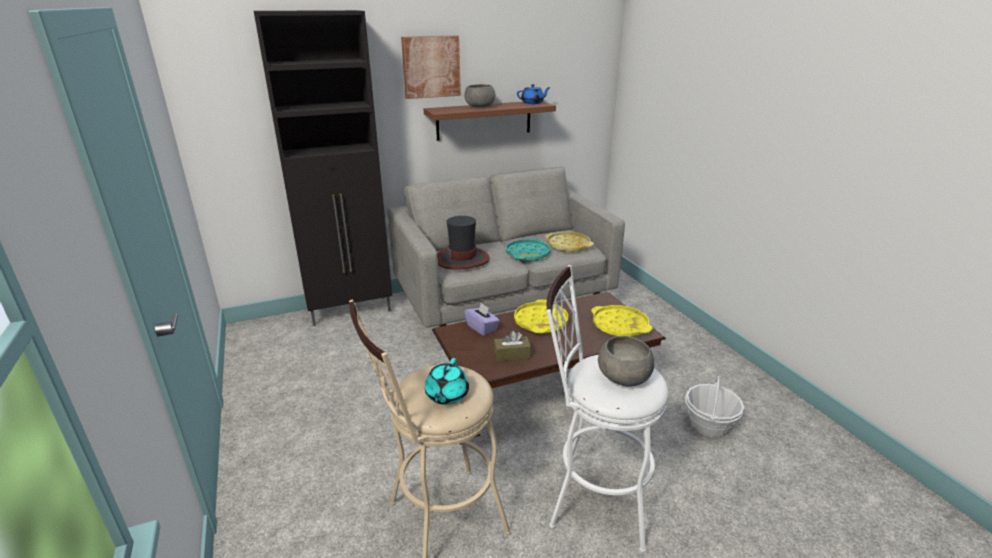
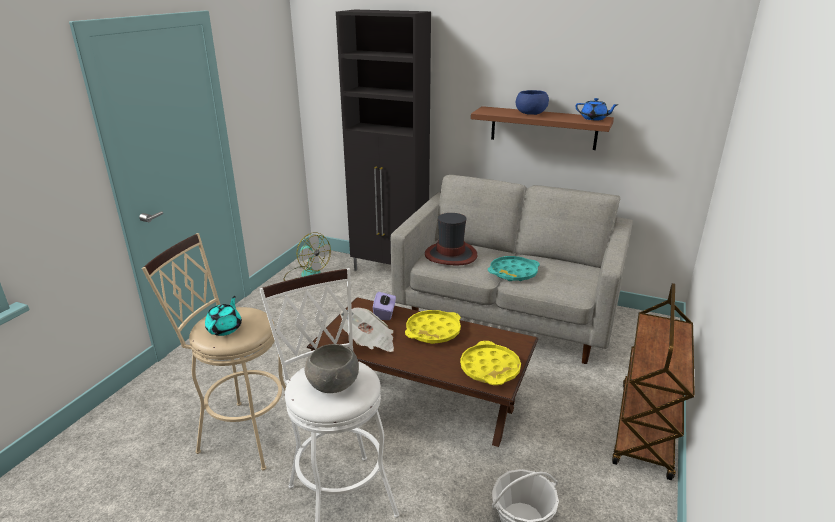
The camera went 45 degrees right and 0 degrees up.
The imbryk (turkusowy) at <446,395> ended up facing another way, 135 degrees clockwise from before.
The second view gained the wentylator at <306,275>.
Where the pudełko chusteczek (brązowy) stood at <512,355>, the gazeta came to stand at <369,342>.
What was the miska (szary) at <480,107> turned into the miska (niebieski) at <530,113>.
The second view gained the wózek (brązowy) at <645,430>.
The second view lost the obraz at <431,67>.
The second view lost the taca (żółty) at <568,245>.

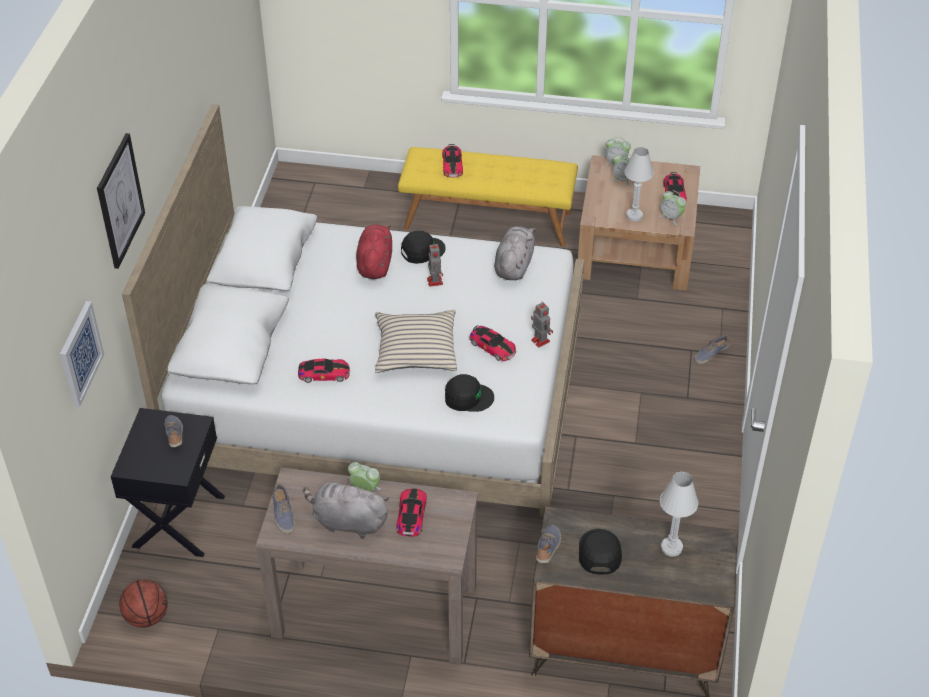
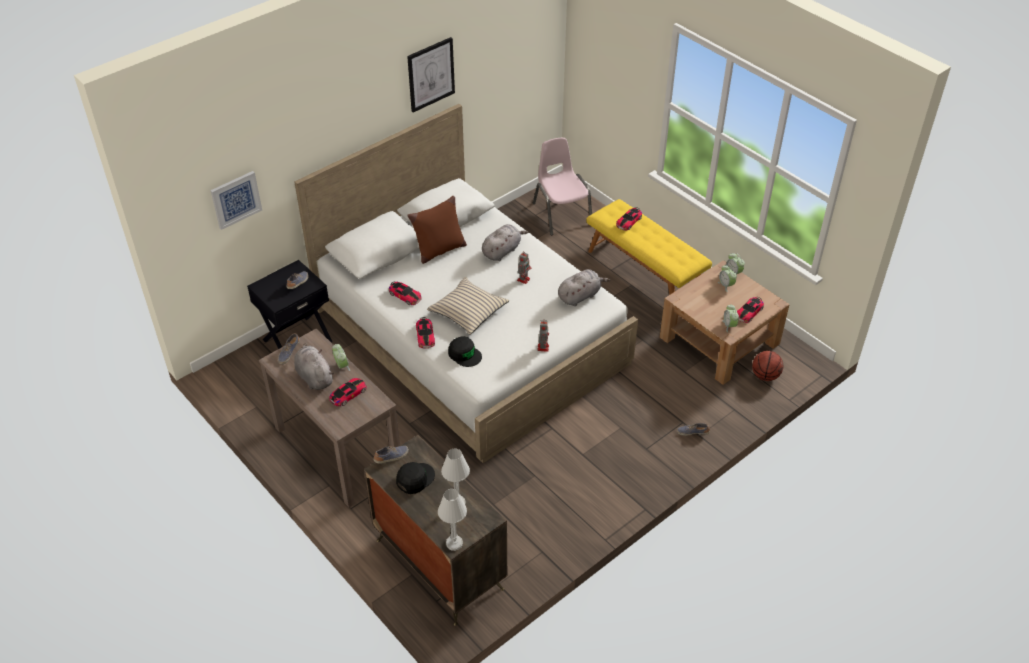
The camera went 40 degrees right and 0 degrees up.
The obraz ended up elsewhere, having gone from <120,201> to <431,74>.
The second view gained the poduszka (brązowy) at <439,250>.
The samochodzik ended up elsewhere, having gone from <492,347> to <425,336>.
The lampa stołowa (biały) ended up elsewhere, having gone from <634,215> to <454,543>.
What was the pluszak (czerwony) at <375,263> turned into the pluszak (szary) at <502,251>.
The second view gained the krzesło (różowy) at <561,214>.
The piłka do koszykówki ended up elsewhere, having gone from <147,616> to <765,375>.
The second view lost the czapka z daszkiem (czarny) at <422,250>.

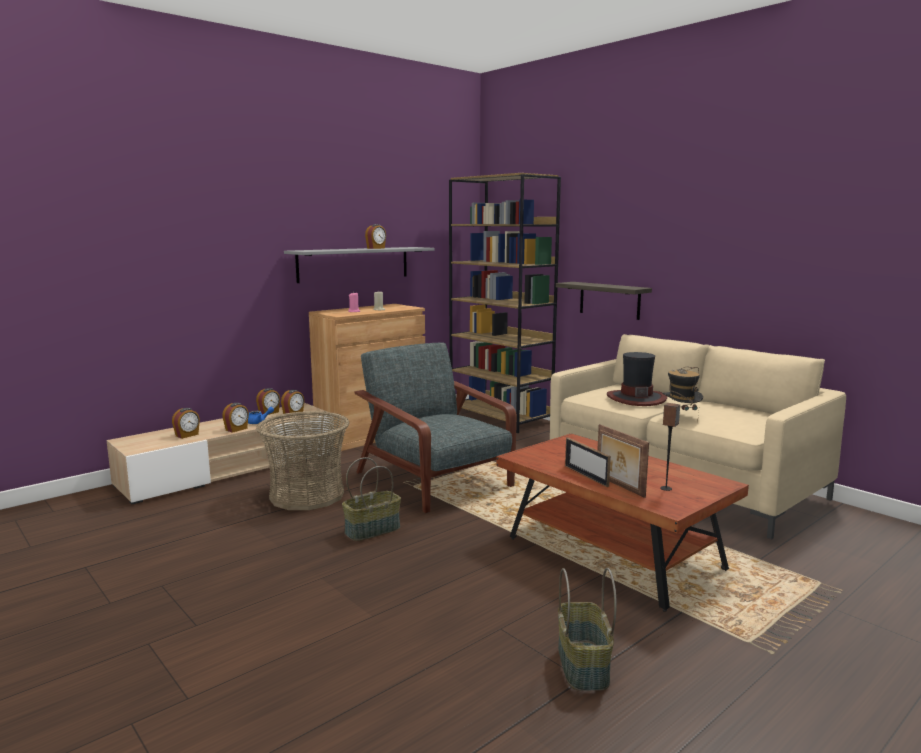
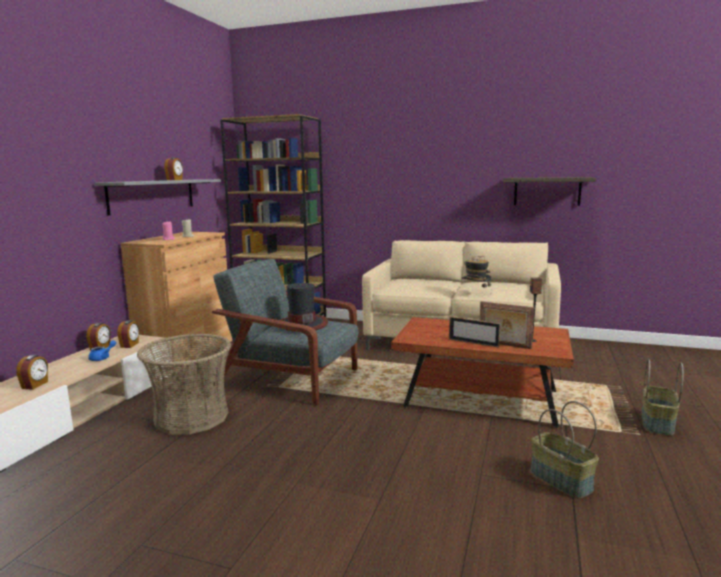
The camera went 30 degrees left and 0 degrees up.
The kapelusz ended up elsewhere, having gone from <636,398> to <301,324>.
The półka ended up elsewhere, having gone from <609,300> to <547,191>.
The koszyk ended up elsewhere, having gone from <372,530> to <656,423>.
The second view lost the budzik at <236,429>.

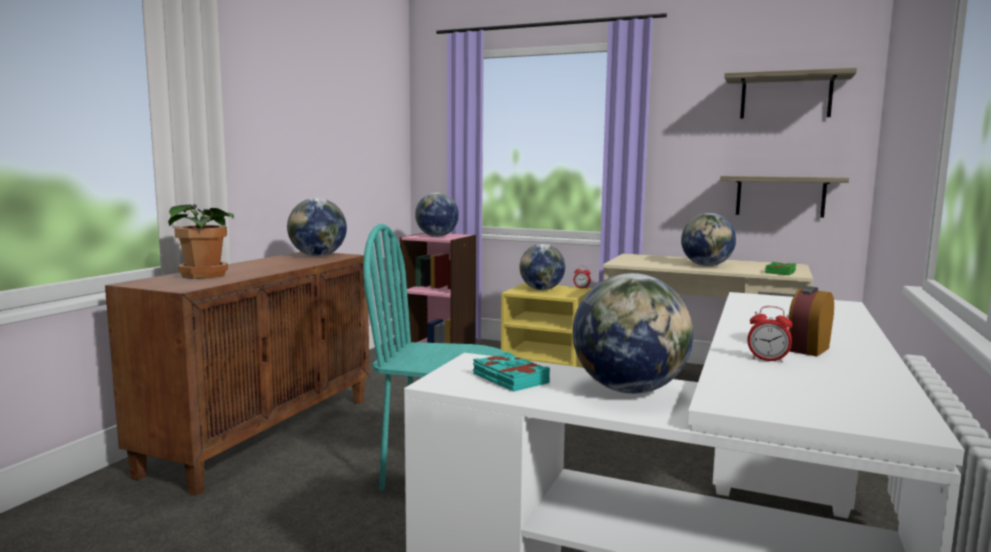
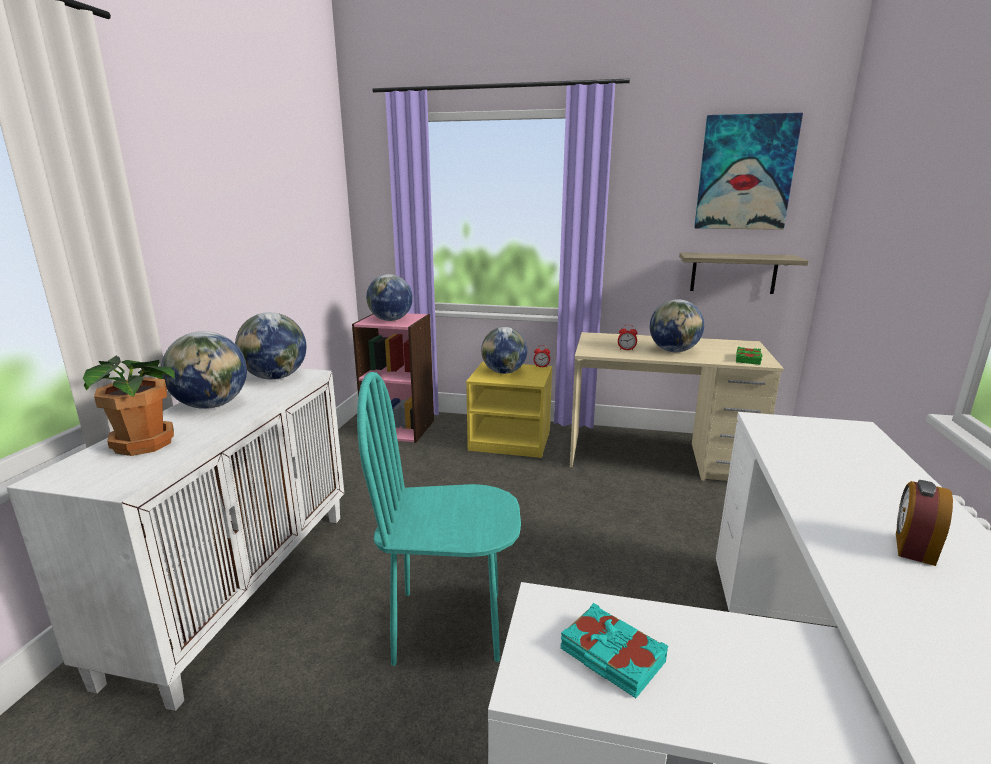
The camera went 10 degrees left and 10 degrees up.
What was the szafka (brązowy) at <264,433> turned into the szafka (biały) at <239,586>.
The globus ended up elsewhere, having gone from <629,390> to <212,405>.
The budzik ended up elsewhere, having gone from <767,360> to <626,349>.
Where the półka hung at <785,97>, the obraz came to hang at <745,173>.

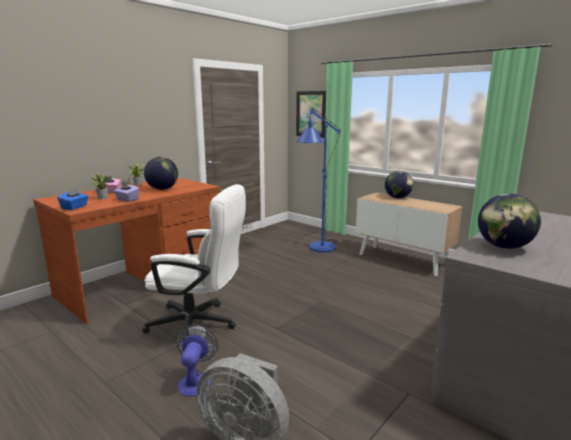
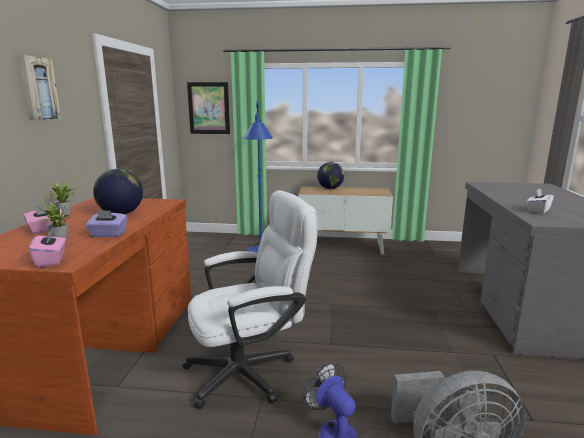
The camera went 35 degrees left and 0 degrees up.
The second view gained the obraz at <38,88>.
What was the pudełko chusteczek (niebieski) at <74,207> turned into the pudełko chusteczek (różowy) at <51,260>.
Where the globus stood at <503,247>, the pudełko chusteczek (biały) came to stand at <538,210>.

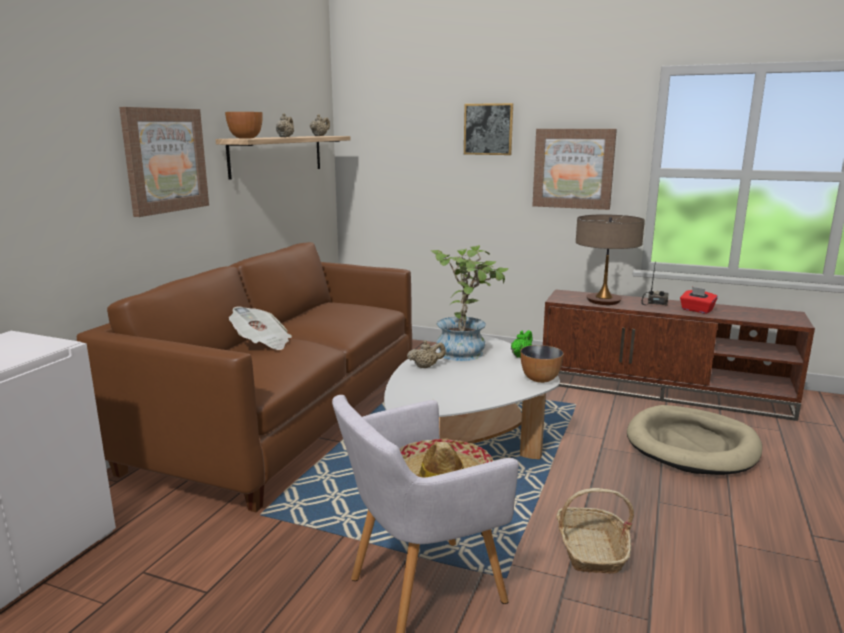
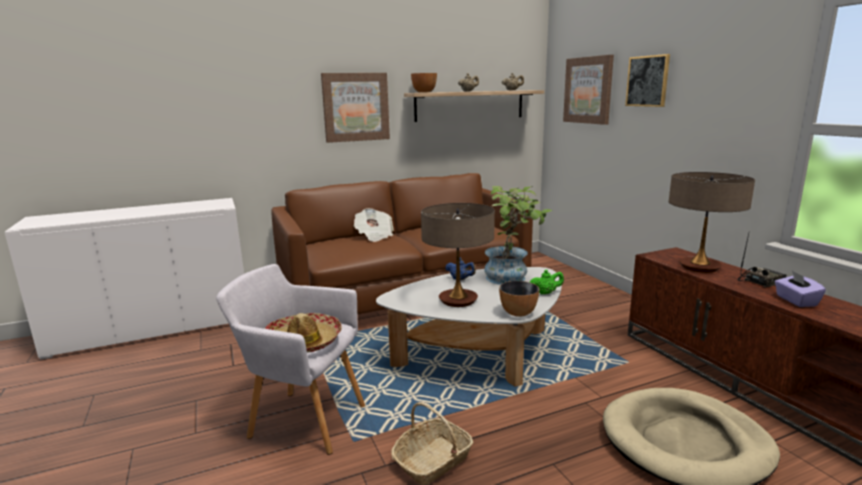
The camera went 45 degrees right and 0 degrees up.
The second view gained the lampa stołowa at <458,300>.
What was the imbryk (beżowy) at <426,366> turned into the imbryk (niebieski) at <460,279>.
The obraz ended up elsewhere, having gone from <573,168> to <588,90>.
What was the pudełko chusteczek (czerwony) at <696,310> turned into the pudełko chusteczek (fioletowy) at <795,301>.

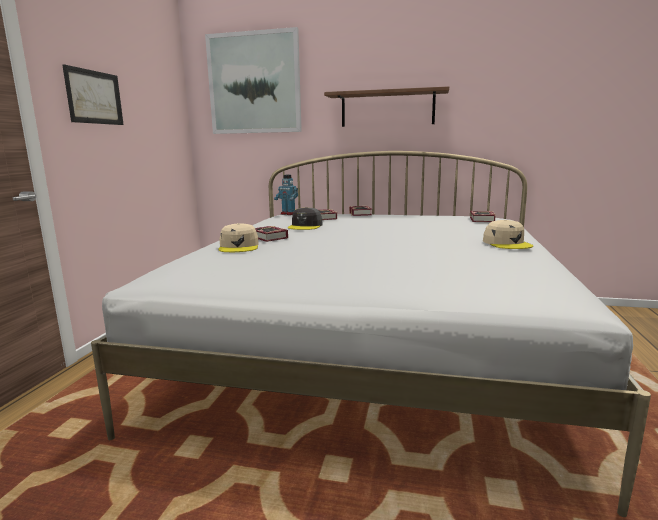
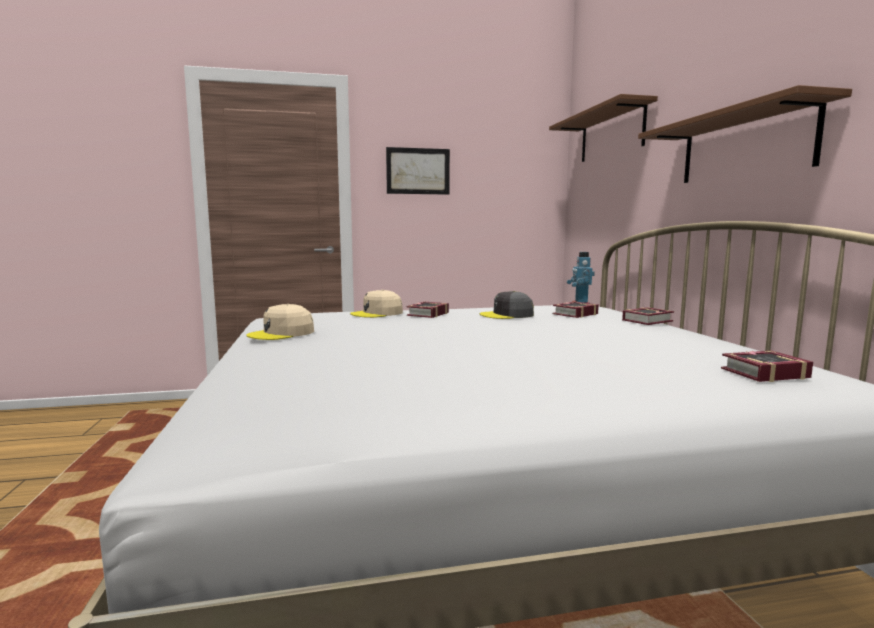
The camera went 65 degrees right and 5 degrees down.
The czapka z daszkiem (beżowy) ended up elsewhere, having gone from <507,243> to <282,333>.
Where the obraz hung at <254,83>, the półka (brązowy) came to hang at <611,134>.

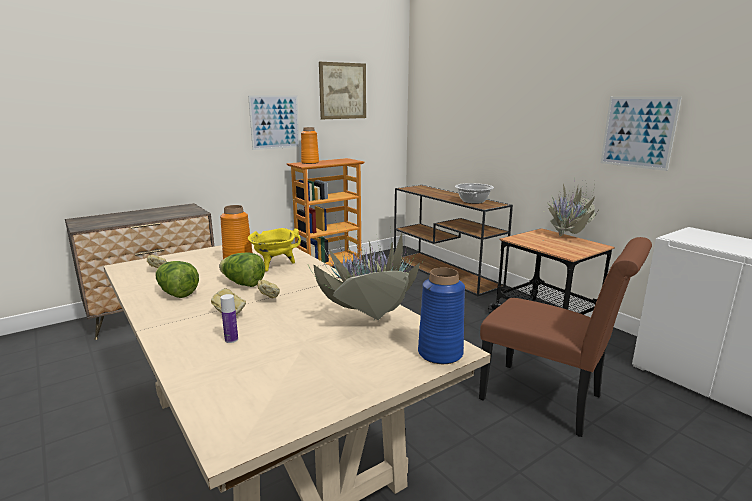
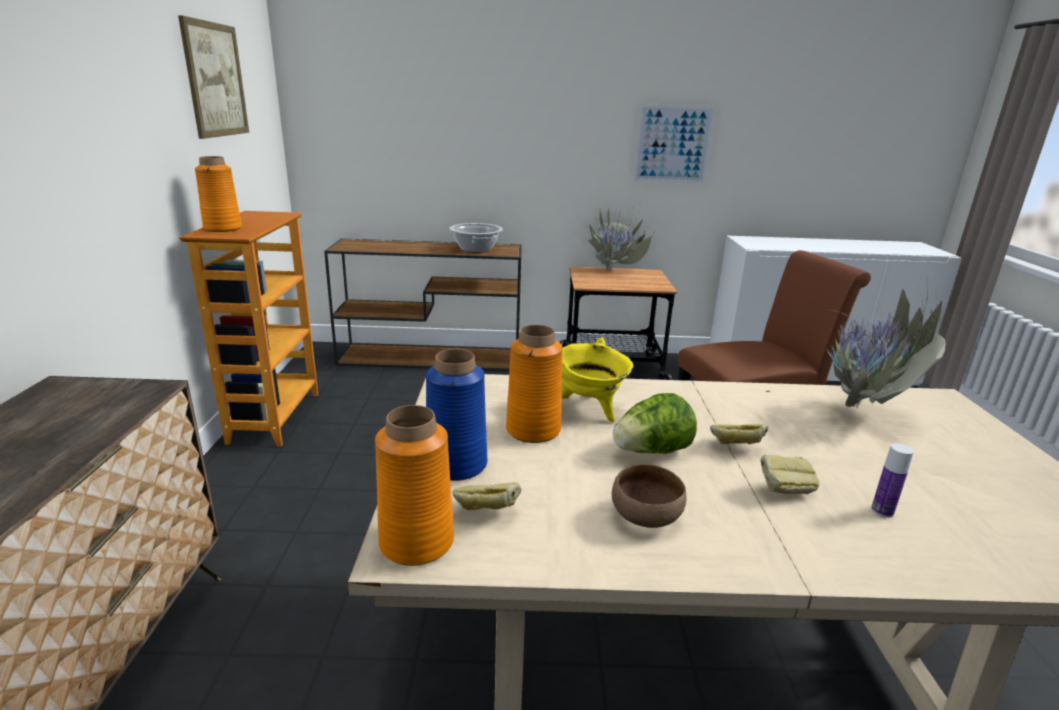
The camera went 55 degrees left and 5 degrees up.
The second view gained the wazon (pomarańczowy) at <416,542>.
The wazon (niebieski) ended up elsewhere, having gone from <440,353> to <457,464>.
Where the sałata stood at <176,293>, the miska (brązowy) came to stand at <647,518>.
The second view lost the obraz at <275,122>.

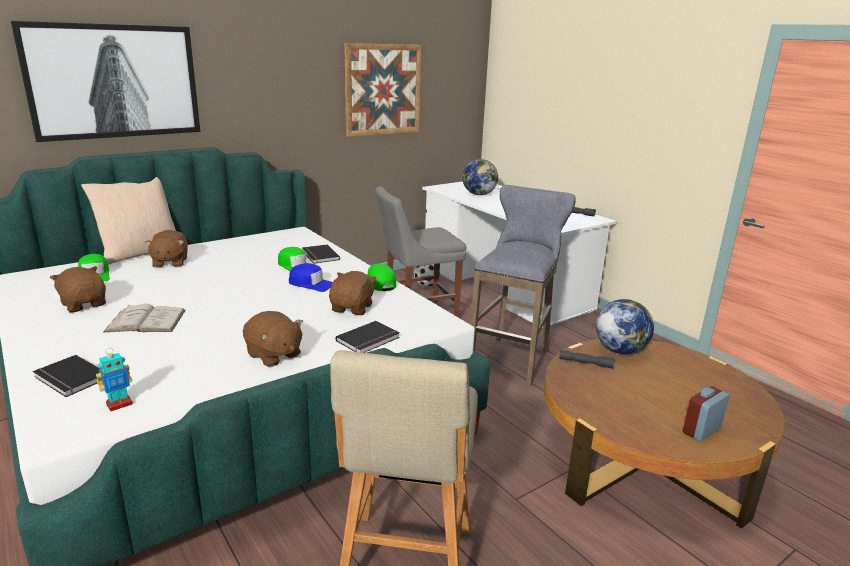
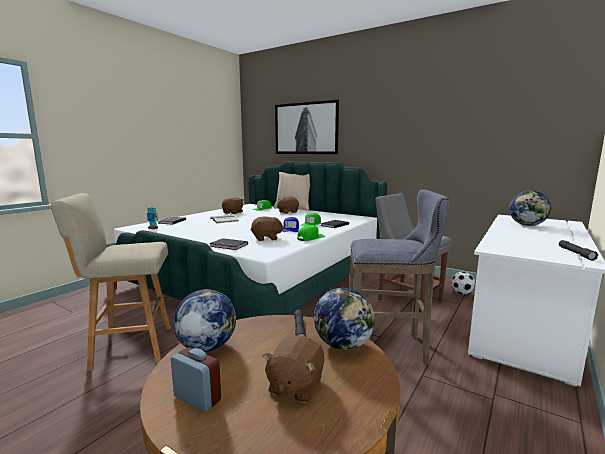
The camera went 70 degrees right and 10 degrees down.
The second view gained the globus at <206,347>.
The pluszak (brązowy) ended up elsewhere, having gone from <273,355> to <295,386>.
The second view lost the obraz at <383,89>.

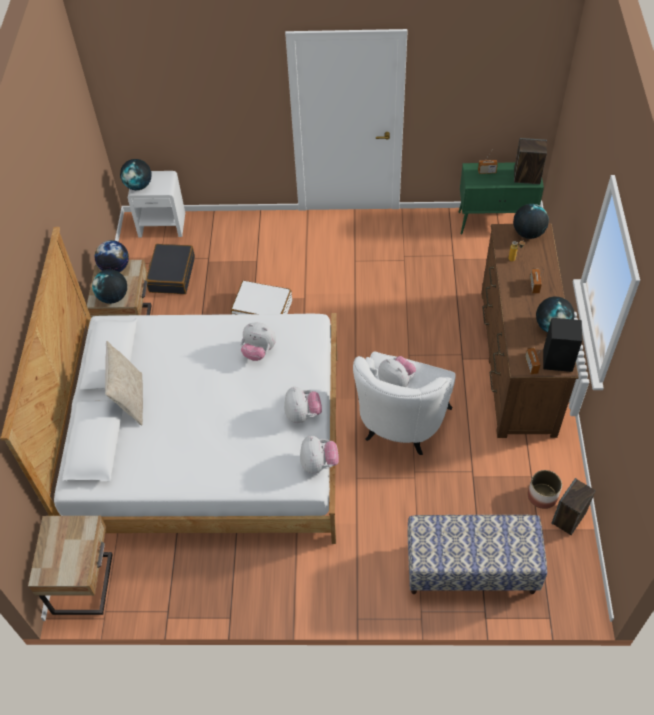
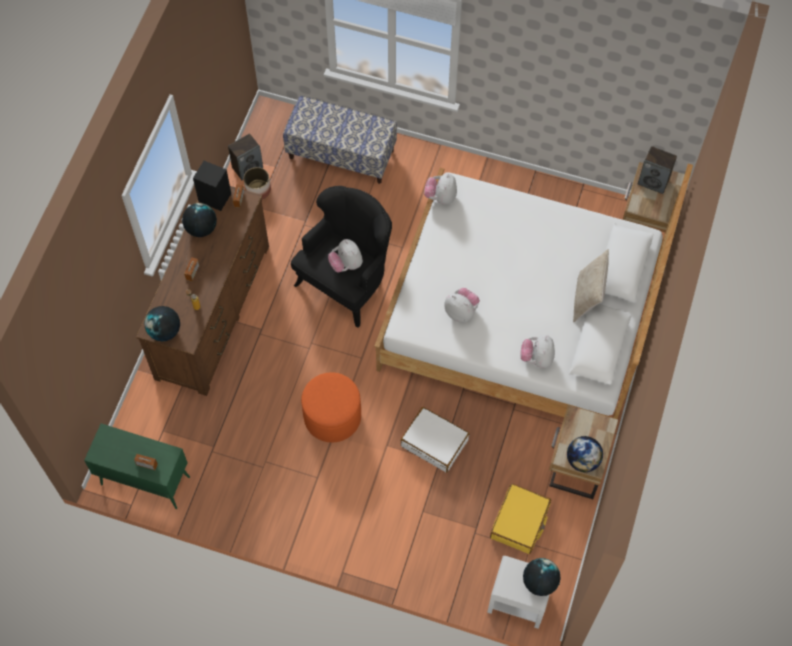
The camera went 165 degrees left and 10 degrees up.
What was the fotel (biały) at <400,426> turned into the fotel (czarny) at <346,281>.
The second view gained the pufa (pomarańczowy) at <332,416>.
What was the walizka (czarny) at <171,274> turned into the walizka (żółty) at <520,522>.
The pluszak ended up elsewhere, having gone from <302,414> to <537,358>.
The głośnik ended up elsewhere, having gone from <526,177> to <653,181>.
The second view lost the globus at <113,297>.

